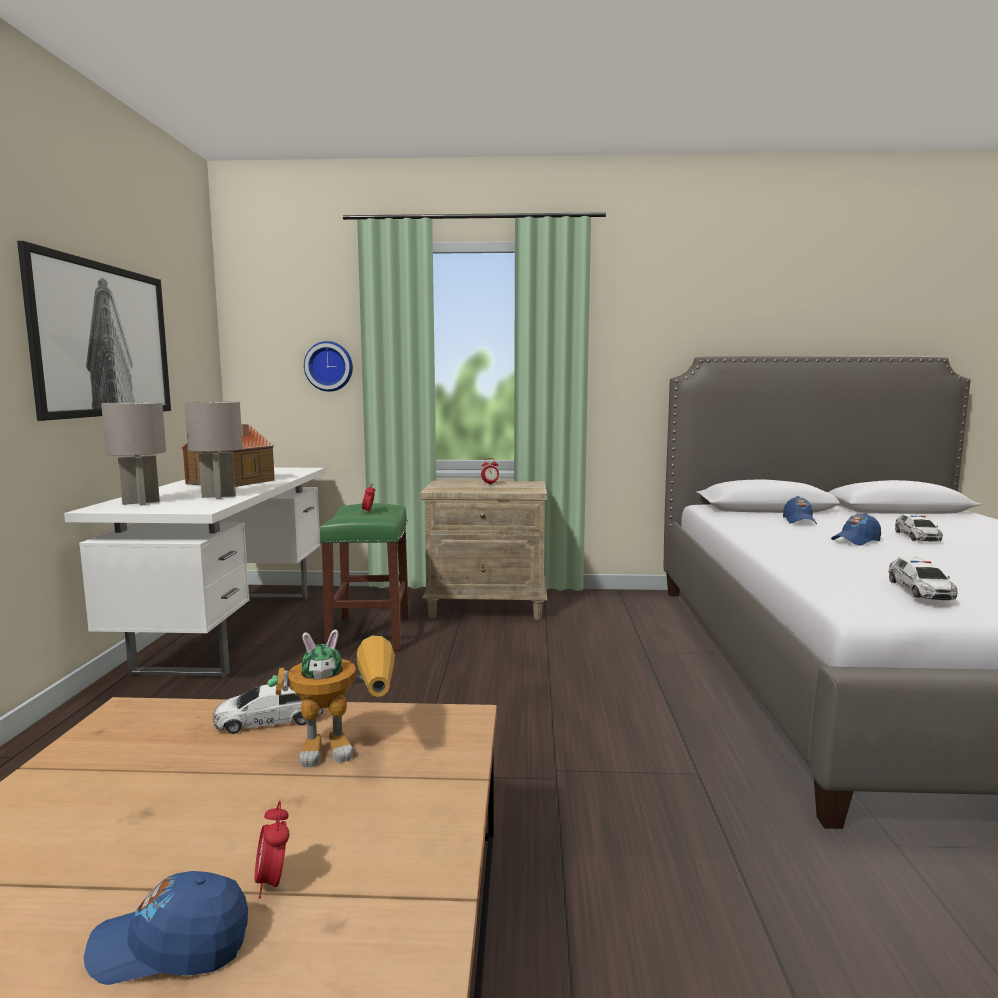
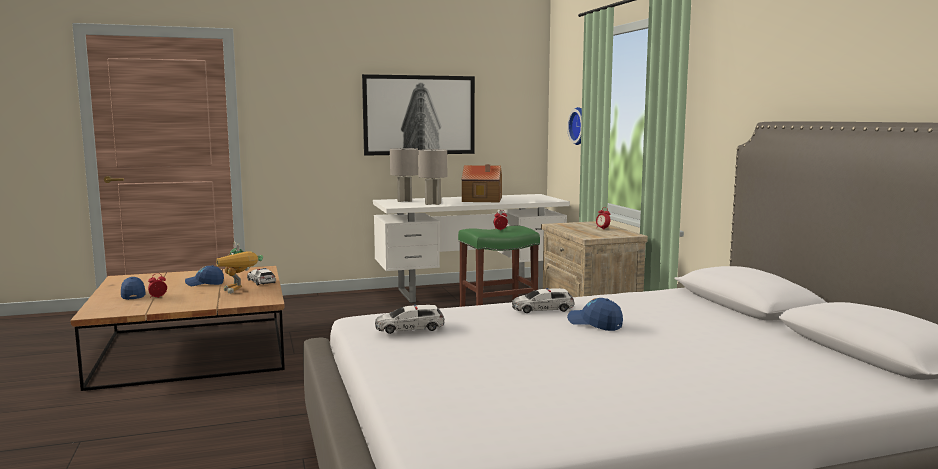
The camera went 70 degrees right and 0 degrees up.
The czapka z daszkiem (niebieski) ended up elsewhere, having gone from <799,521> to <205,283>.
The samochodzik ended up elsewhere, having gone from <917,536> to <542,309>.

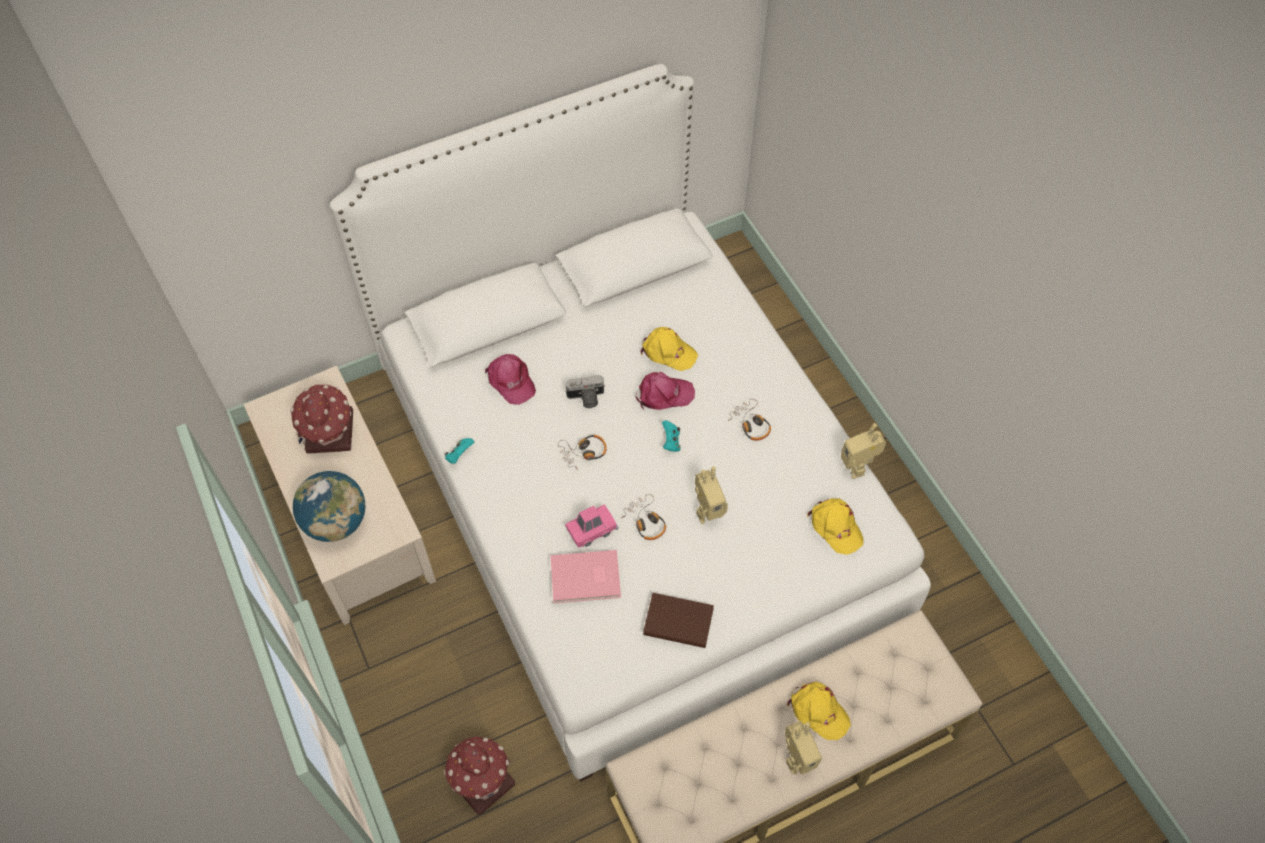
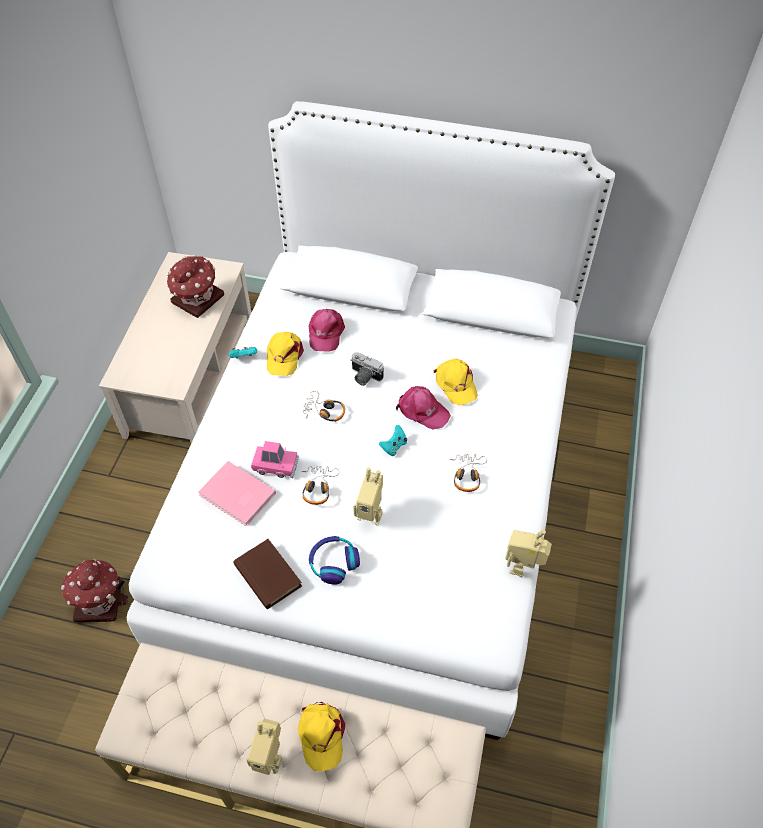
The camera went 40 degrees right and 5 degrees down.
The czapka z daszkiem (żółty) ended up elsewhere, having gone from <835,527> to <284,356>.
The second view gained the słuchawki at <333,562>.
The second view lost the globus at <336,522>.

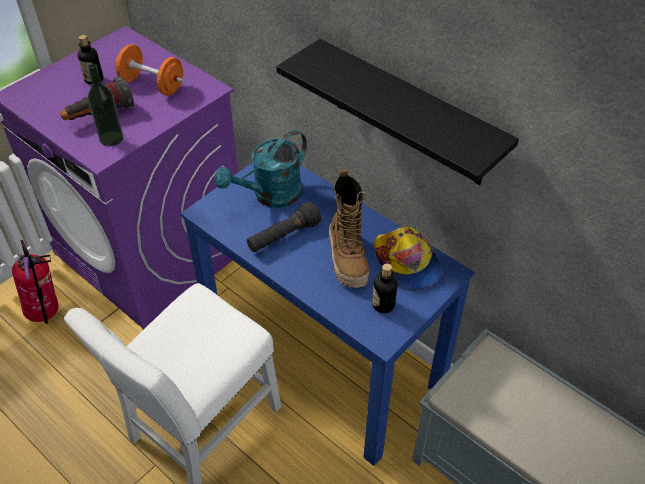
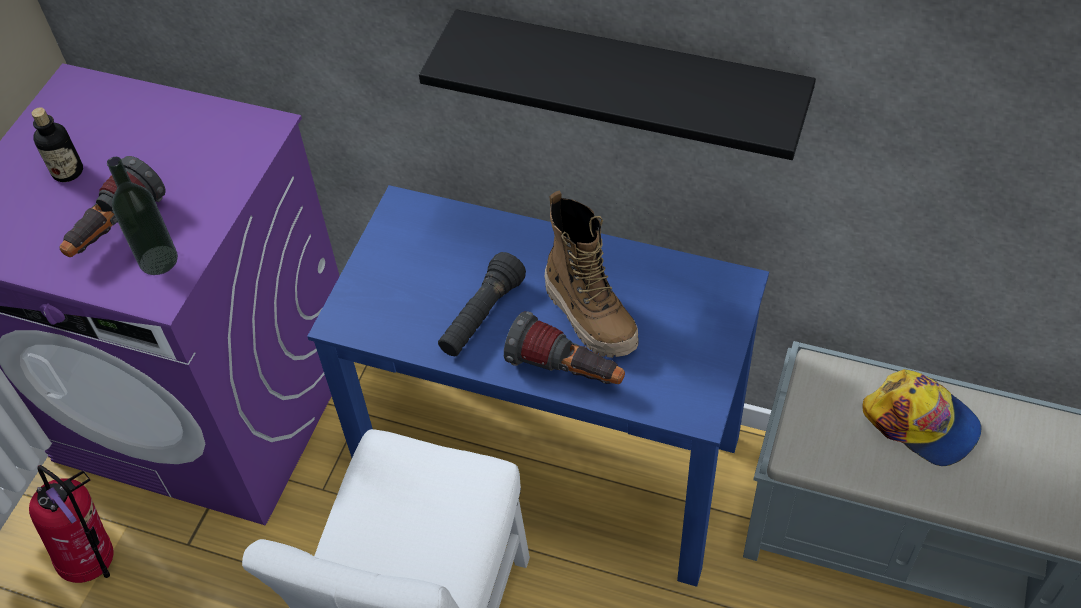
The camera went 20 degrees left and 5 degrees up.
The second view gained the latarka at <566,371>.
The czapka z daszkiem ended up elsewhere, having gone from <407,263> to <921,422>.
The second view lost the hantel (pomarańczowy) at <152,85>.
The second view lost the konewka (turkusowy) at <270,196>.
The second view lost the butelka at <383,305>.

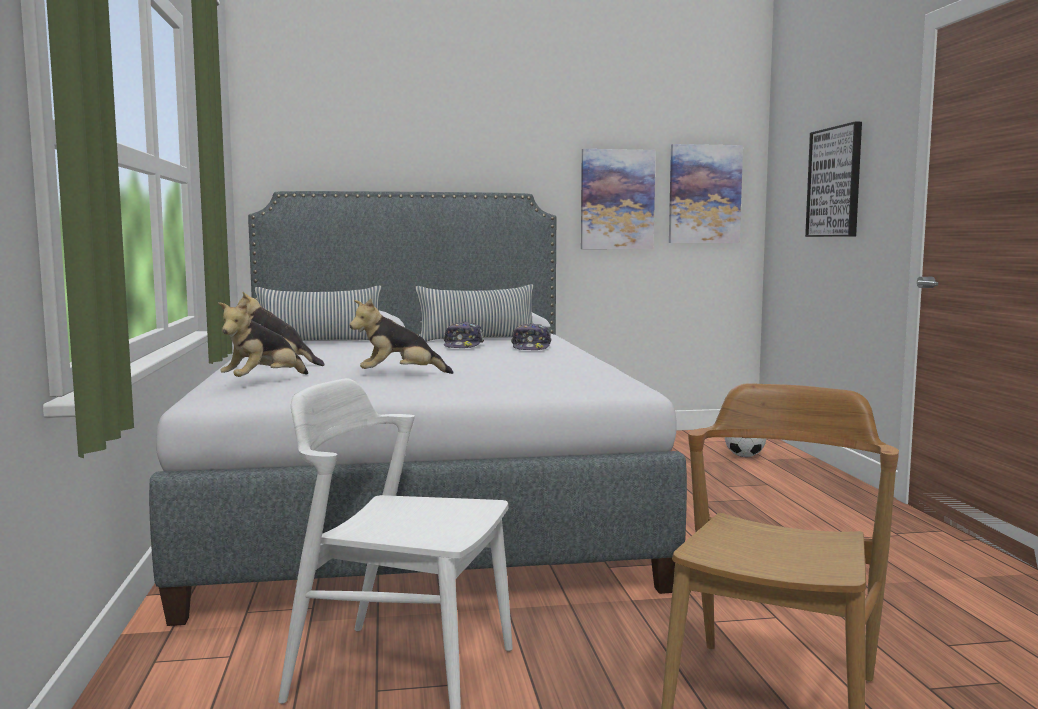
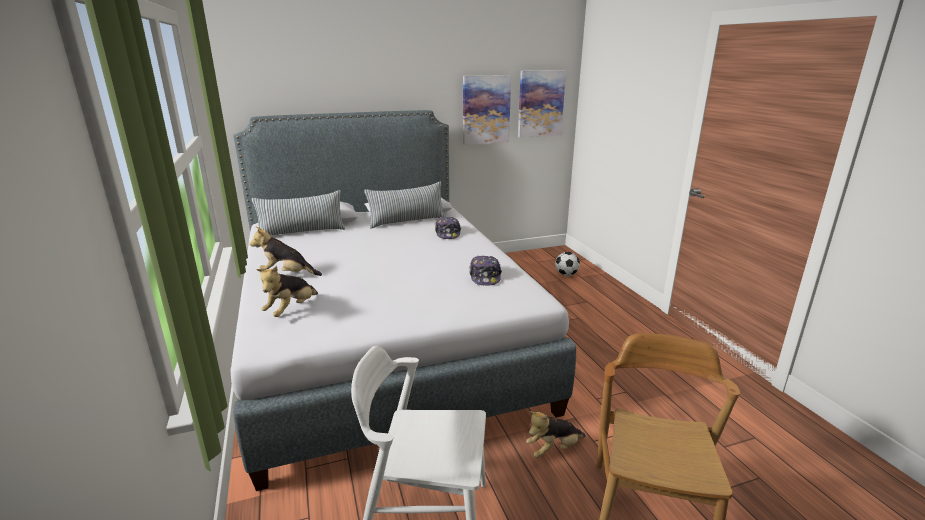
The camera went 10 degrees left and 15 degrees up.
The czapka z daszkiem ended up elsewhere, having gone from <463,346> to <485,277>.
The pluszak ended up elsewhere, having gone from <399,376> to <553,449>.
The second view lost the obraz at <835,182>.

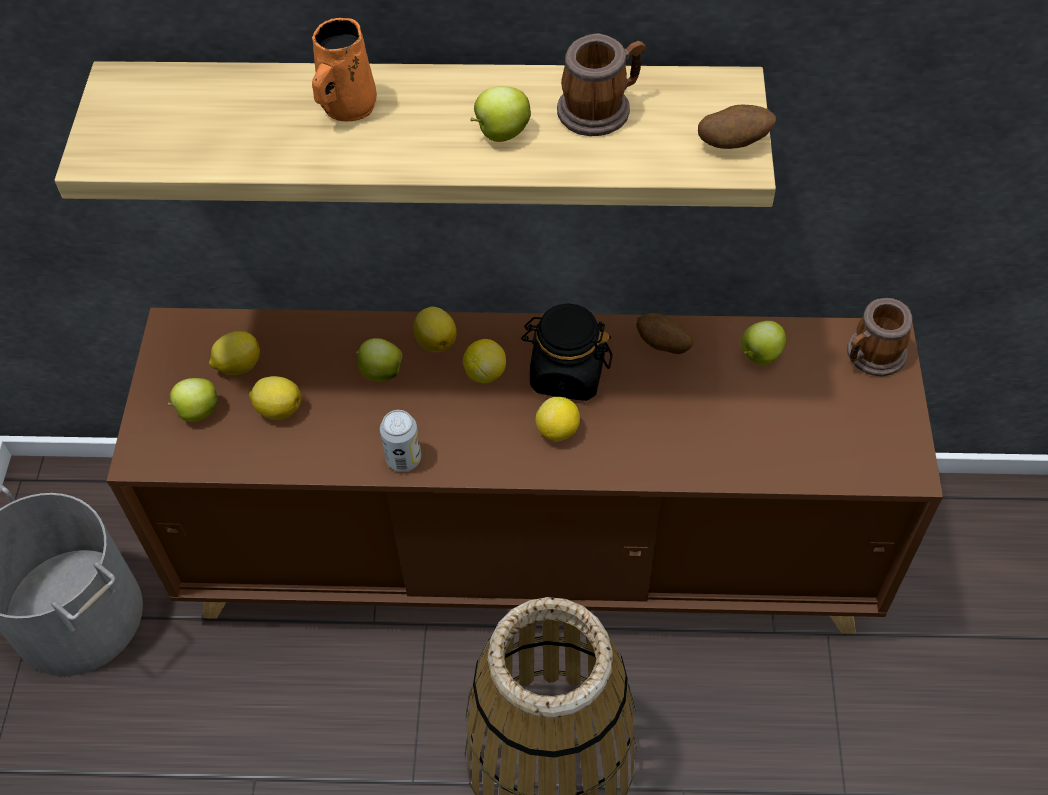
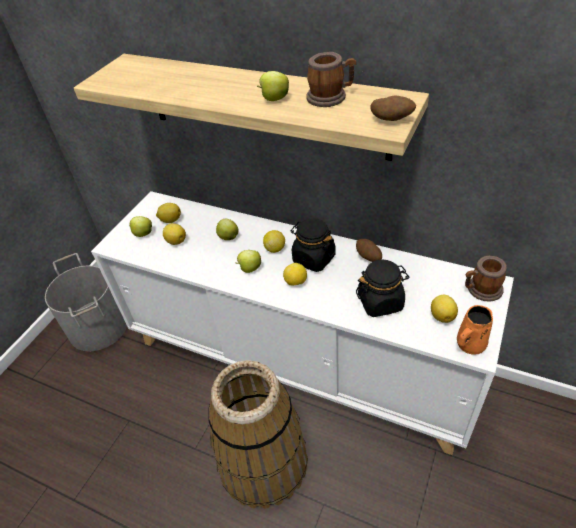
The camera went 25 degrees right and 10 degrees down.
What was the szafka (brązowy) at <531,553> turned into the szafka (biały) at <299,361>.
The jabłko ended up elsewhere, having gone from <759,356> to <249,269>.
The second view gained the słoik (czarny) at <380,302>.
The cytryna ended up elsewhere, having gone from <436,341> to <442,315>.
The kubek (pomarańczowy) ended up elsewhere, having gone from <347,107> to <469,345>.
The second view lost the puszka at <403,459>.

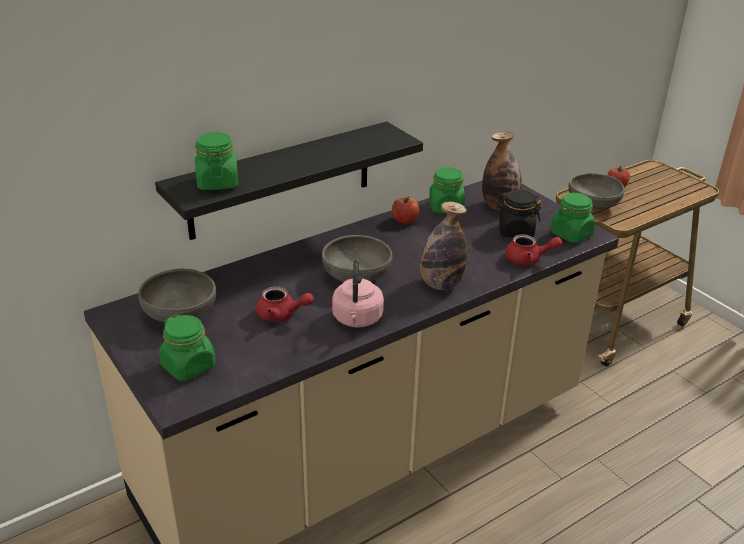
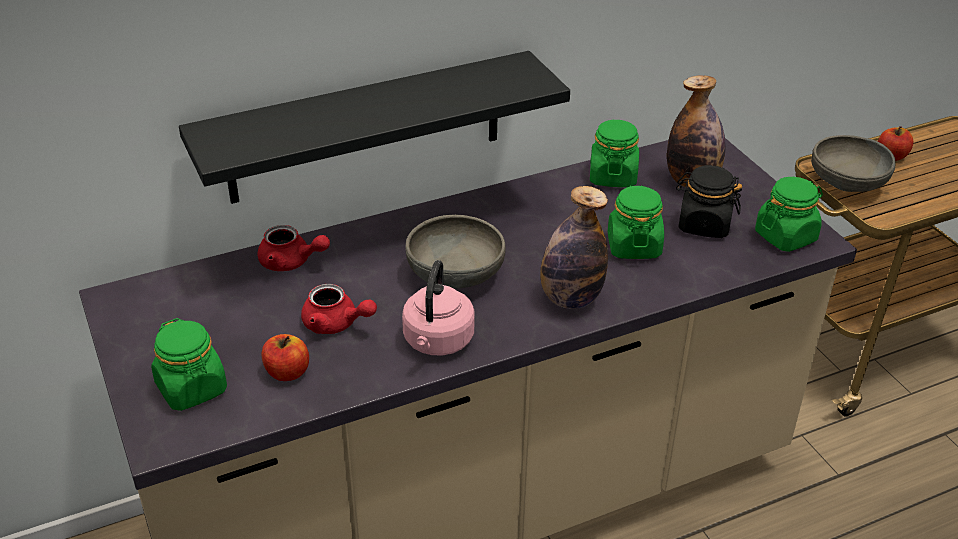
The camera went 10 degrees right and 5 degrees up.
The imbryk (czerwony) ended up elsewhere, having gone from <528,259> to <291,262>.
The jabłko ended up elsewhere, having gone from <405,220> to <287,372>.
The słoik (zielony) ended up elsewhere, having gone from <217,182> to <633,246>.
The second view lost the miska (szary) at <180,313>.

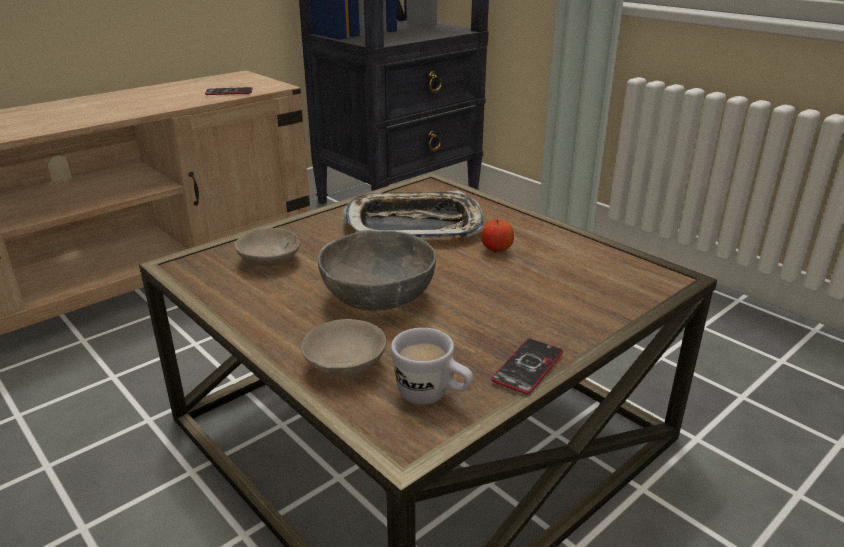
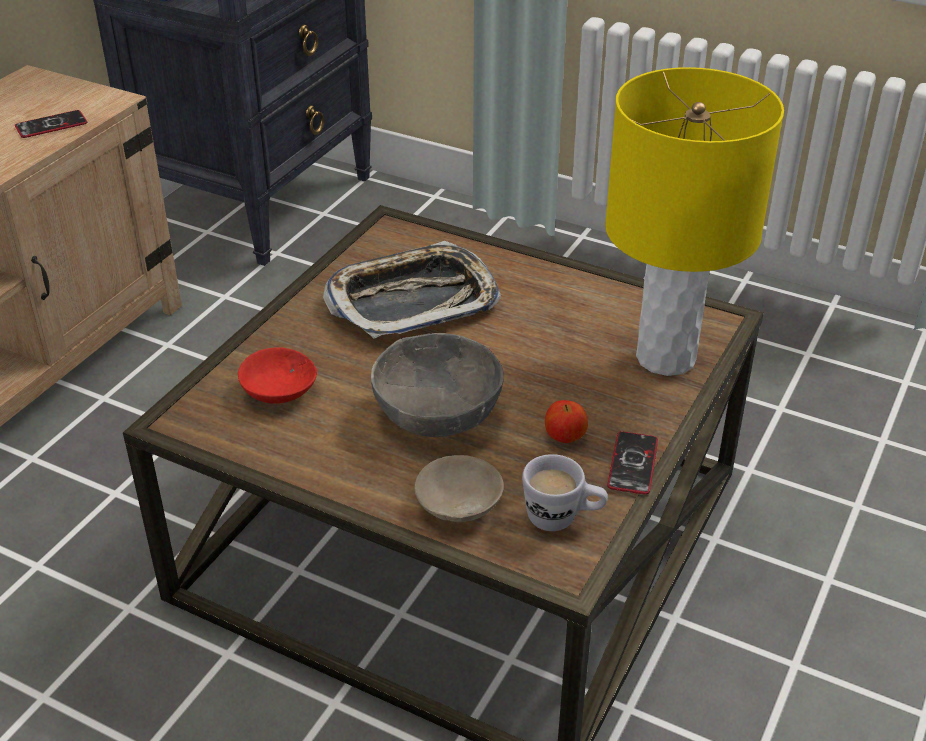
The camera went 20 degrees left and 10 degrees up.
What was the miska (beżowy) at <267,260> turned into the miska (czerwony) at <276,391>.
The jabłko ended up elsewhere, having gone from <496,250> to <565,438>.
The second view gained the lampa stołowa (żółty) at <665,357>.

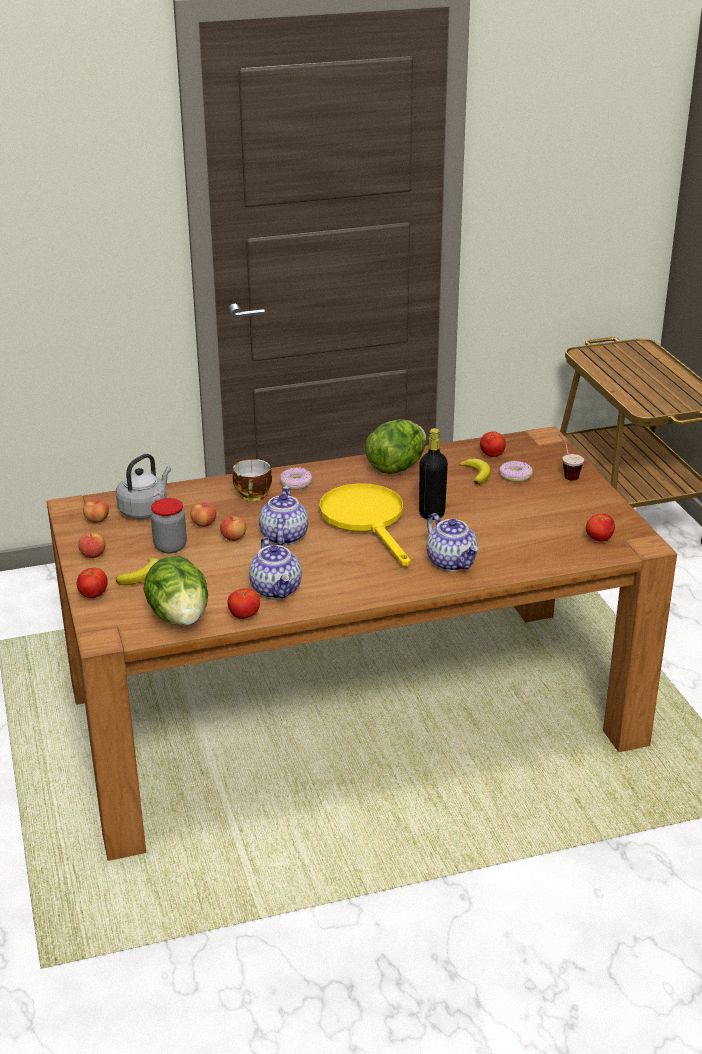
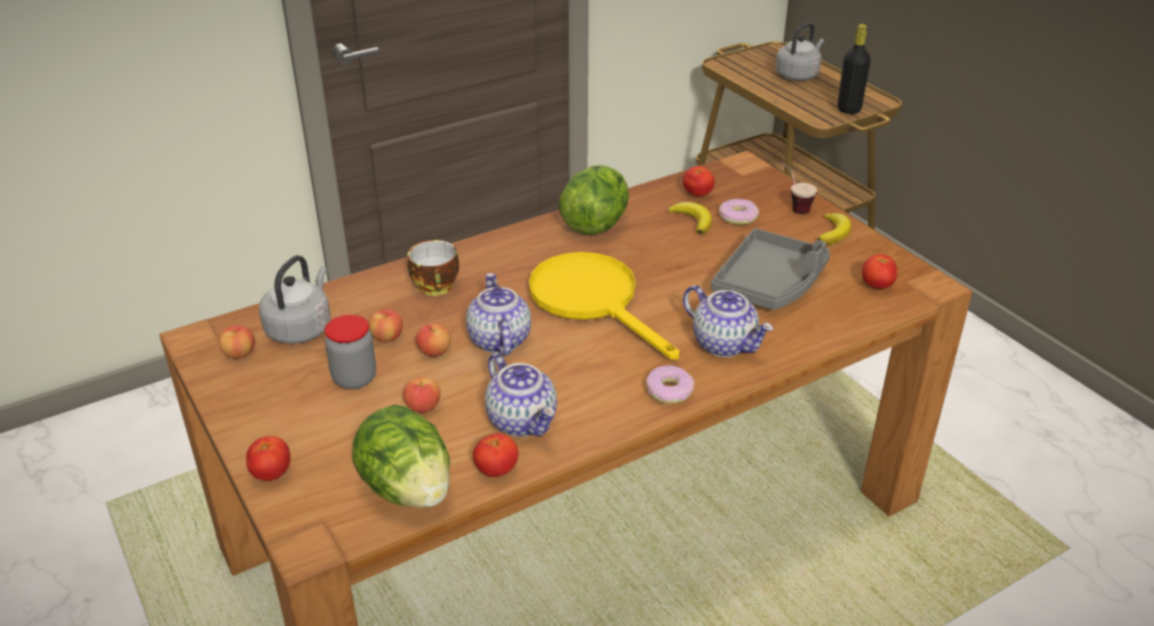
The camera went 15 degrees left and 5 degrees up.
The jabłko ended up elsewhere, having gone from <93,555> to <423,407>.
The donut ended up elsewhere, having gone from <296,483> to <669,391>.
The second view gained the taca (szary) at <770,284>.
The second view gained the czajnik (szary) at <798,75>.
The banan ended up elsewhere, having gone from <142,575> to <833,232>.
The butelka (czarny) ended up elsewhere, having gone from <432,514> to <849,109>.

